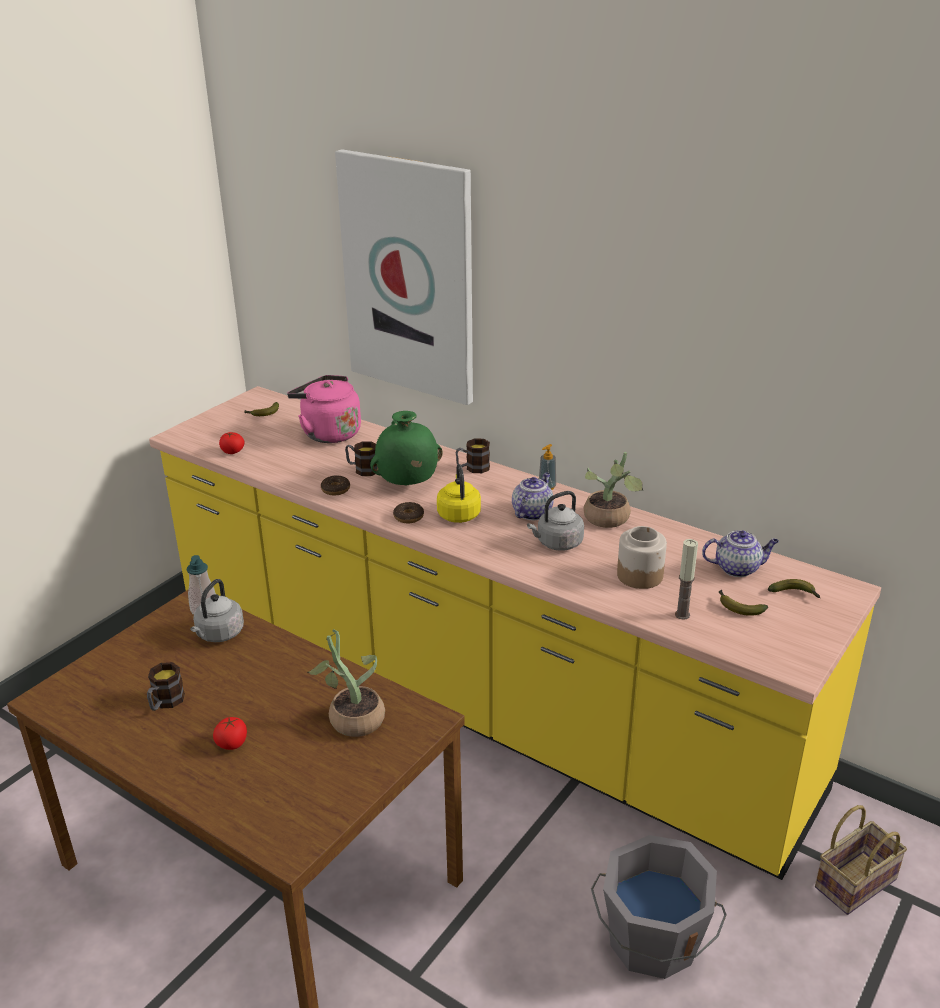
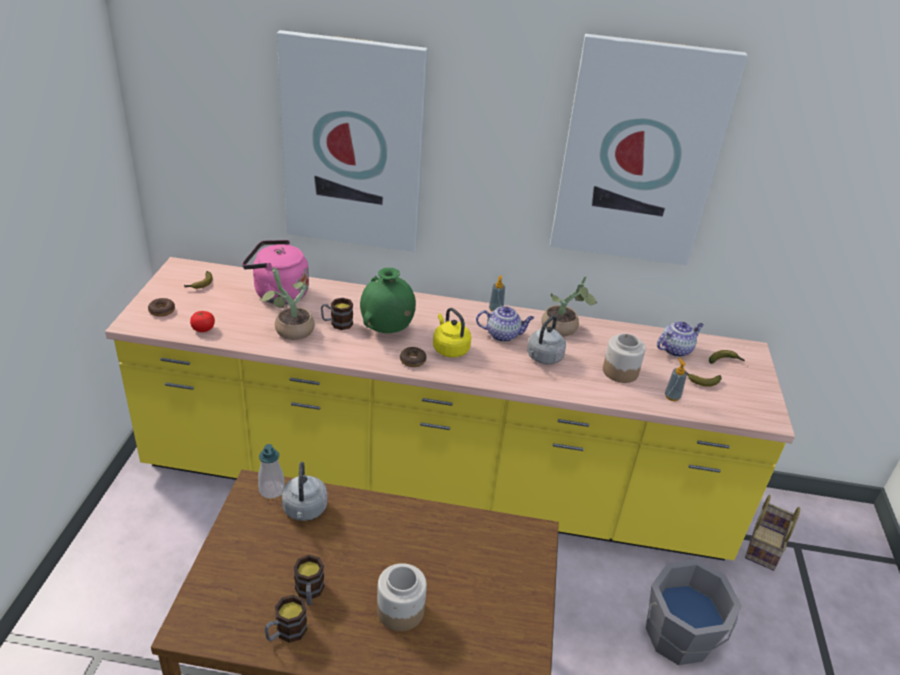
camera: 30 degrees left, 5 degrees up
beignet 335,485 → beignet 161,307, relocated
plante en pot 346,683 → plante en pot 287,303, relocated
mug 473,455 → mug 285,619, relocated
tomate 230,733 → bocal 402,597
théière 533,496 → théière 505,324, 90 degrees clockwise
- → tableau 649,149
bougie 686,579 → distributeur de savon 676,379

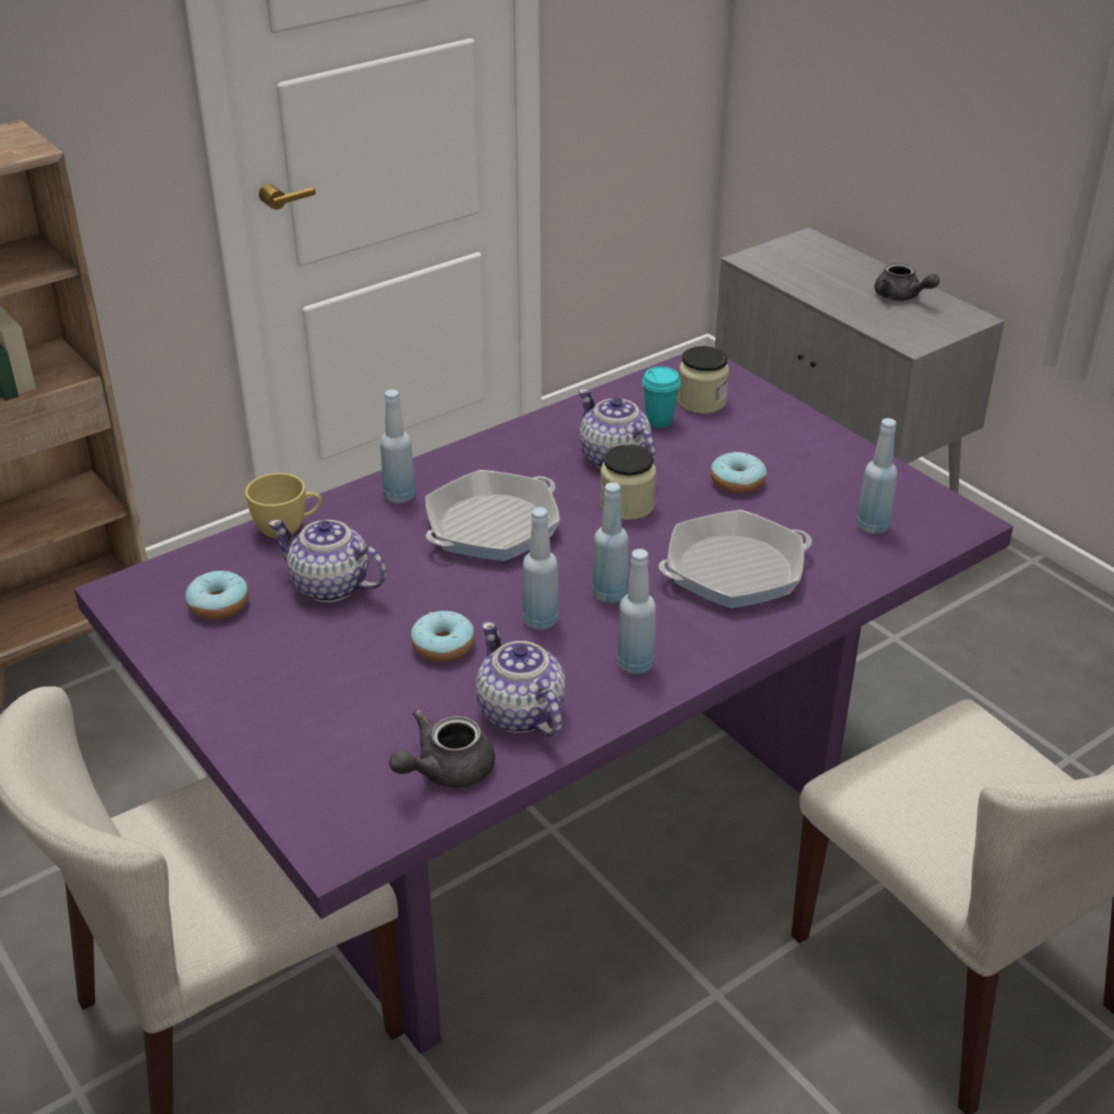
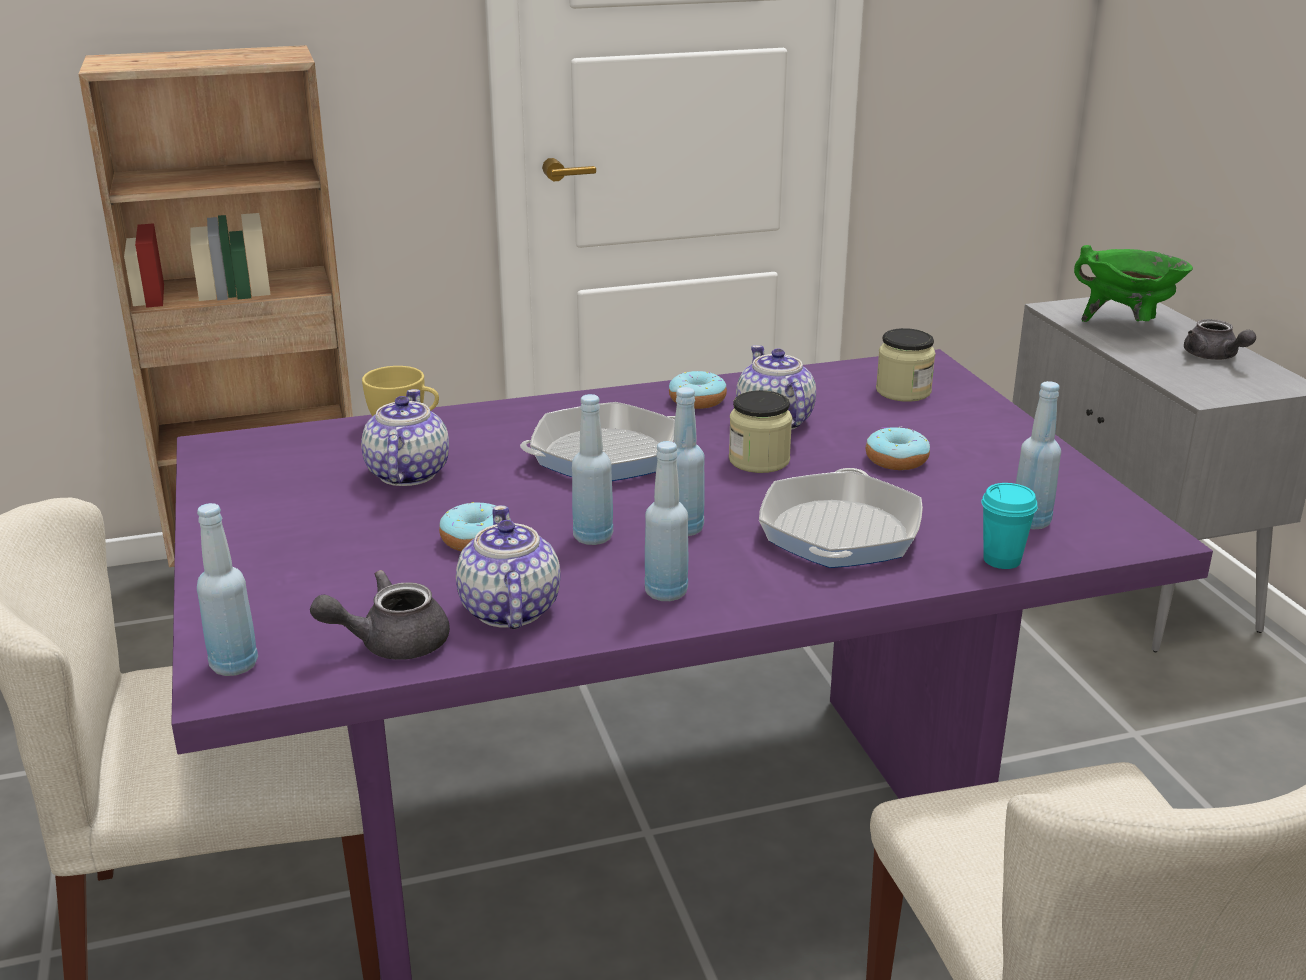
camera: 20 degrees right, 10 degrees down
bouteille (bleu) 398,446 → bouteille (bleu) 227,589, relocated
théière 327,560 → théière 405,437, 45 degrees clockwise
beignet 217,595 → beignet 698,390, relocated
poêle 735,559 → poêle 841,518, 105 degrees clockwise
tasse (turquoise) 661,397 → tasse (turquoise) 1009,526, relocated
- → marmite (vert) 1133,283

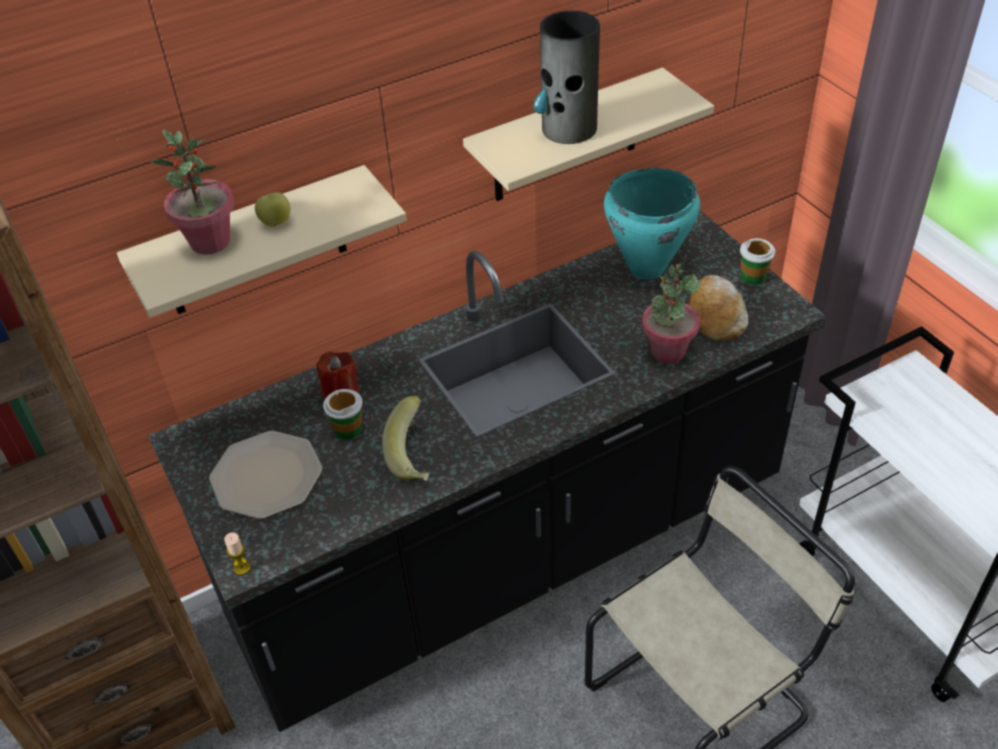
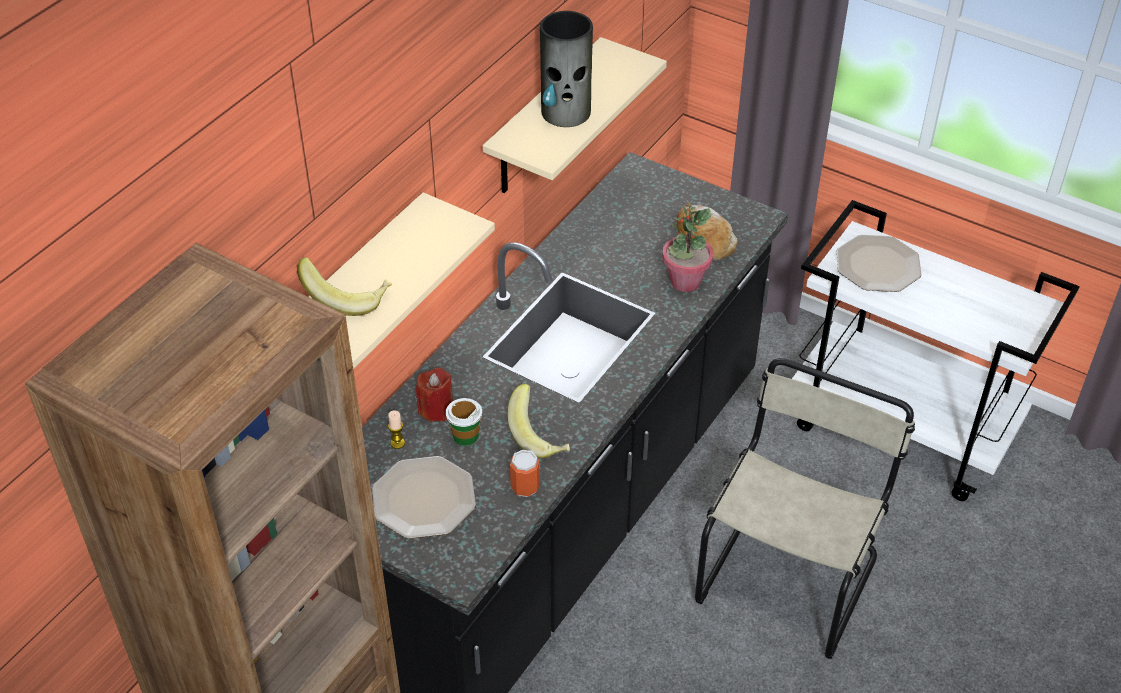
camera: 30 degrees left, 0 degrees up
plante en pot 192,192 → banane 344,286
bougie 237,553 → bougie 396,429, relocated
- → boîte métallique 525,473
- → assiette 879,263
pomme 272,209 → -
marmite (turquoise) 652,224 → -
tasse 758,261 → -

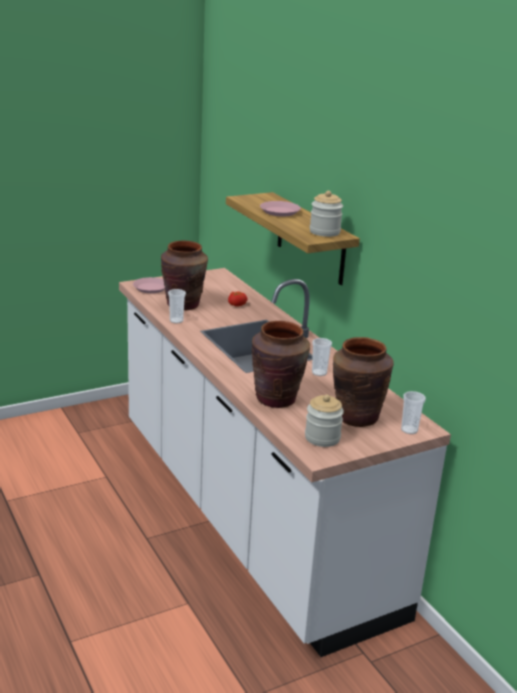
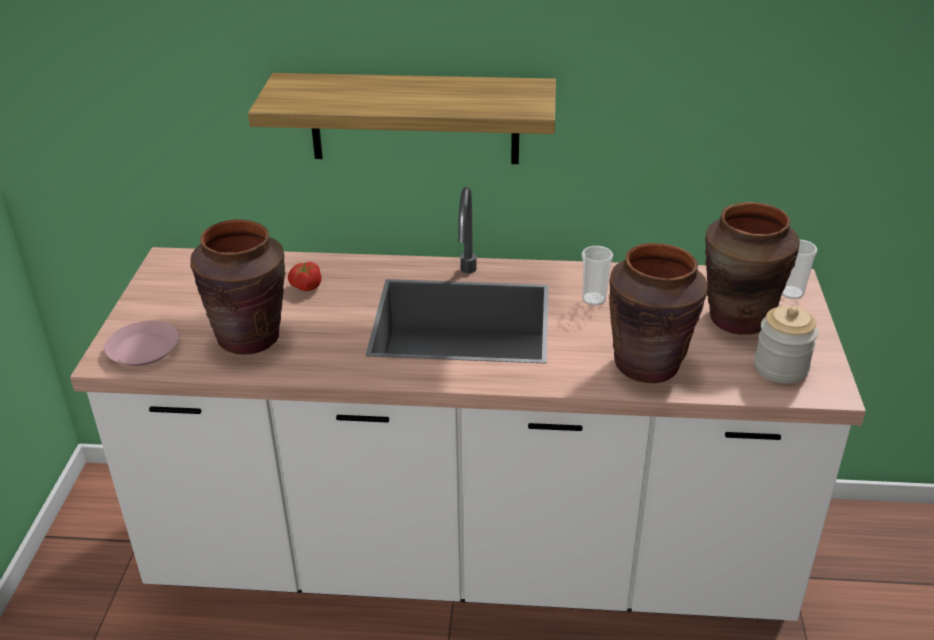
camera: 55 degrees left, 10 degrees up
tasse 177,306 → -
assiette (rose) 280,208 → -
bocal 326,214 → -

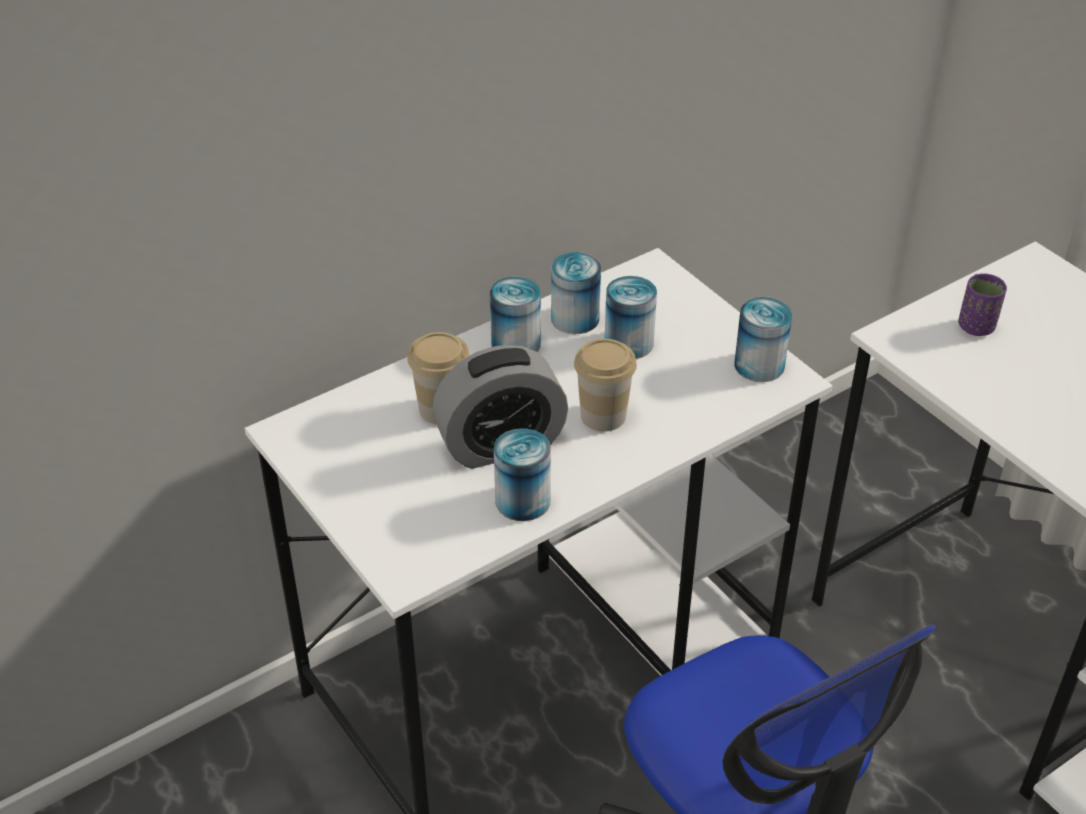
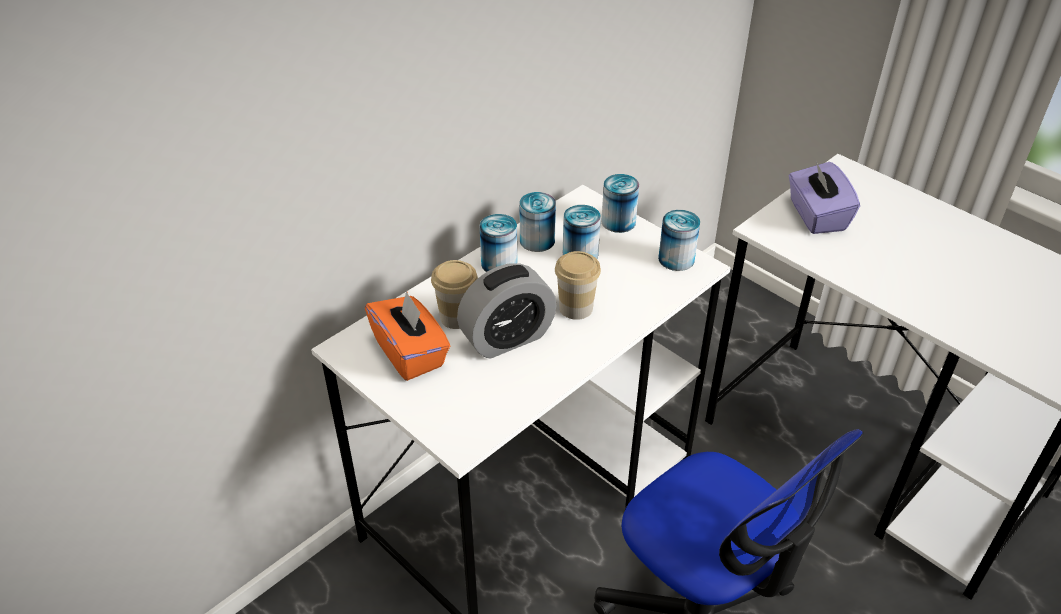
camera: 10 degrees left, 0 degrees up
- → boîte à mouchoirs (orange) 407,335
boîte métallique 522,474 → boîte métallique 620,203, relocated
tasse (violet) 982,305 → boîte à mouchoirs (violet) 824,197

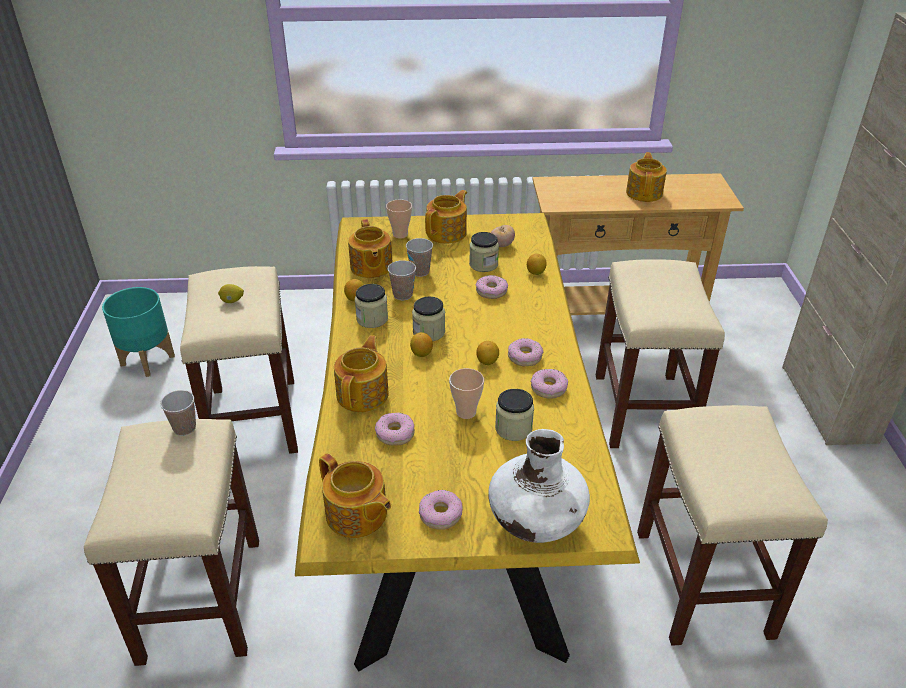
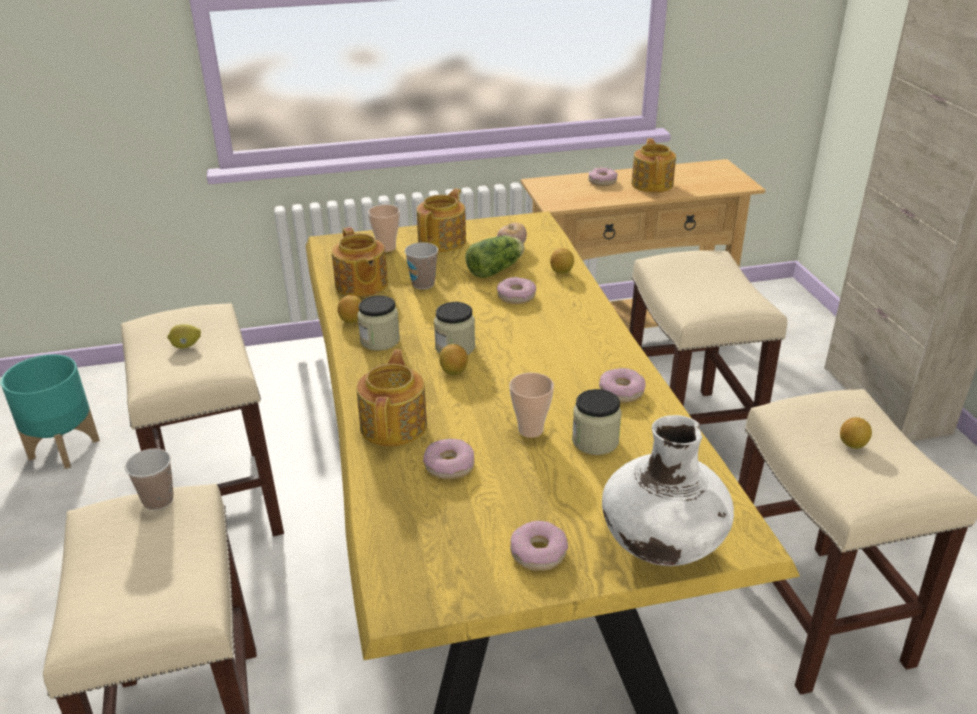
camera: 10 degrees left, 5 degrees down
bocal 484,252 → laitue 494,257
beignet 525,352 → beignet 603,176, relocated
citron 487,353 → citron 856,433, relocated
théière 355,495 → -
tasse 402,280 → -

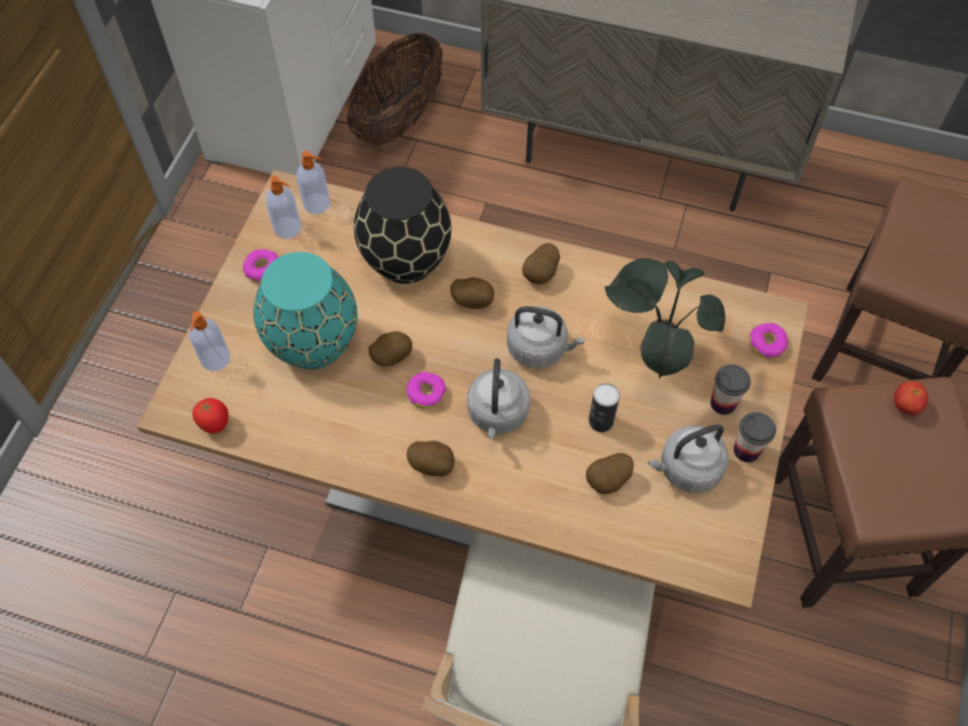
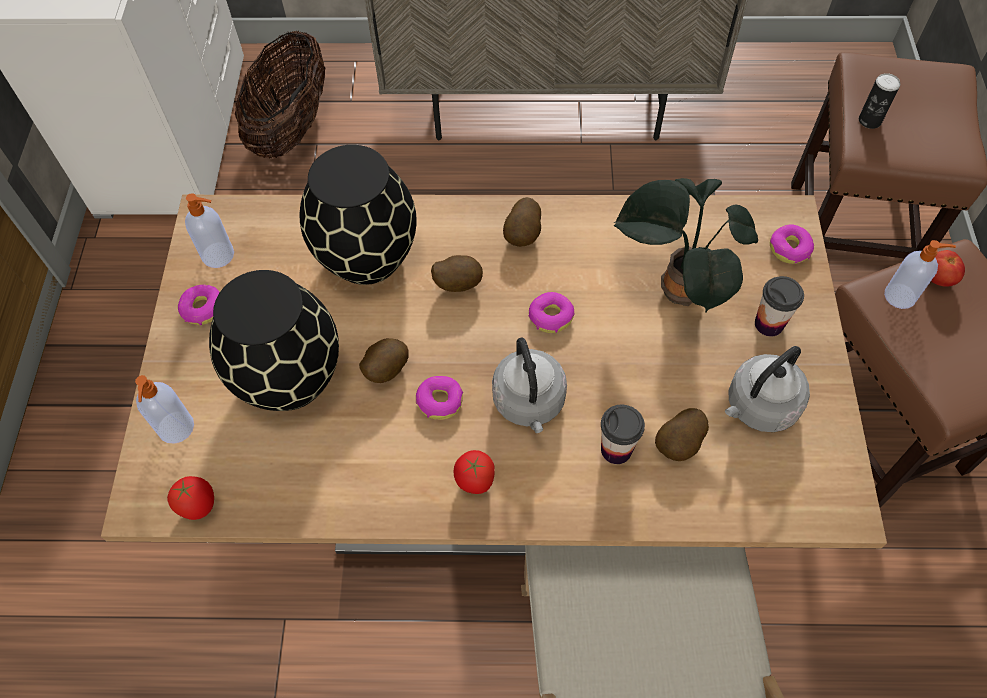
camera: 15 degrees left, 0 degrees up
vase (turquoise) 305,310 → vase (noir) 274,340
pomme de terre 431,458 → tomate 474,472
bouilloire (gris) 546,337 → beignet 551,312
tasse 755,437 → tasse 623,434, relocated
boîte métallique 604,407 → boîte métallique 879,101, relocated
distributeur de savon 313,182 → distributeur de savon 920,274, relocated

